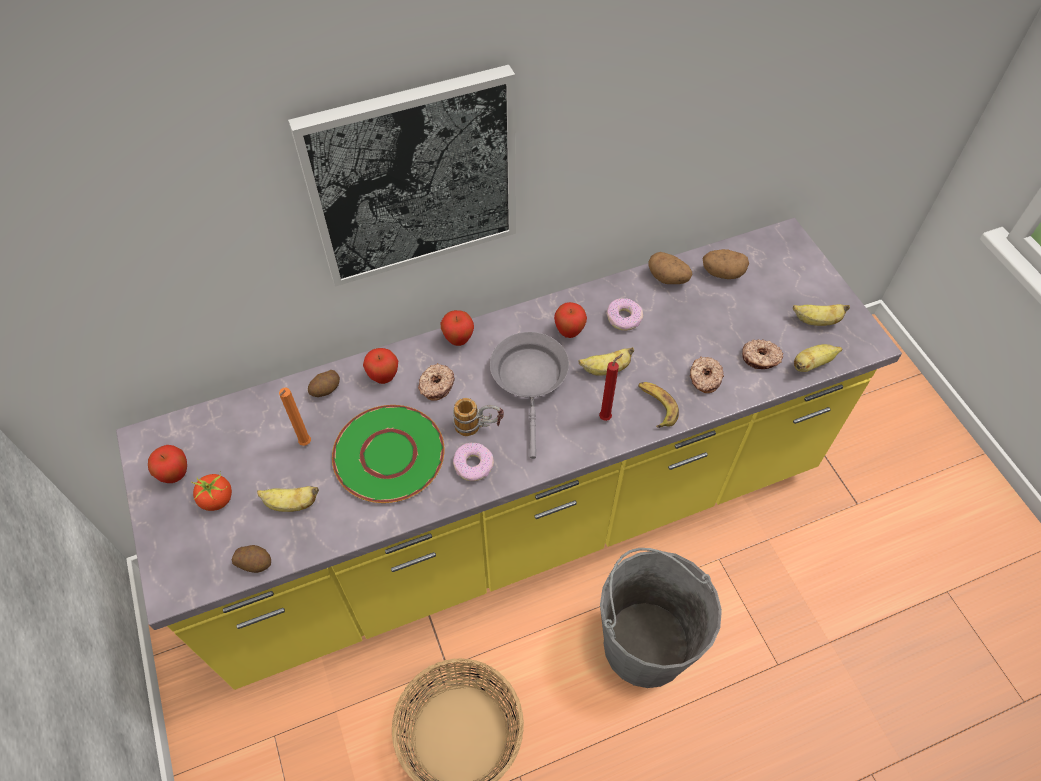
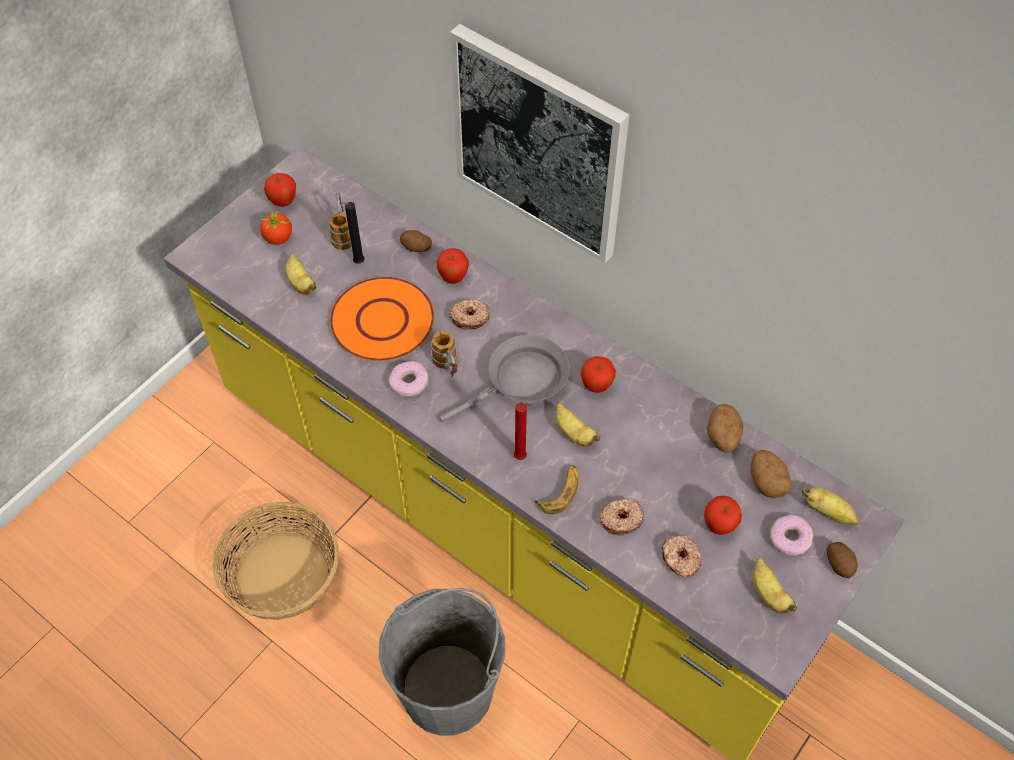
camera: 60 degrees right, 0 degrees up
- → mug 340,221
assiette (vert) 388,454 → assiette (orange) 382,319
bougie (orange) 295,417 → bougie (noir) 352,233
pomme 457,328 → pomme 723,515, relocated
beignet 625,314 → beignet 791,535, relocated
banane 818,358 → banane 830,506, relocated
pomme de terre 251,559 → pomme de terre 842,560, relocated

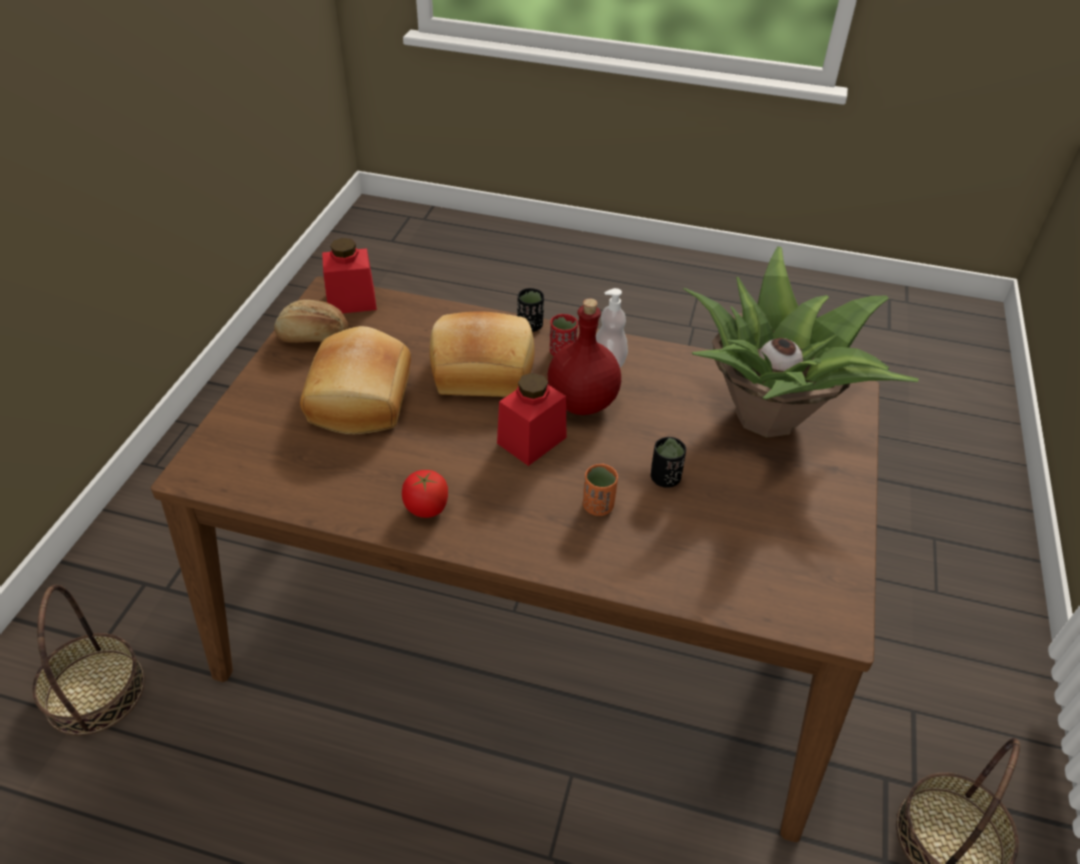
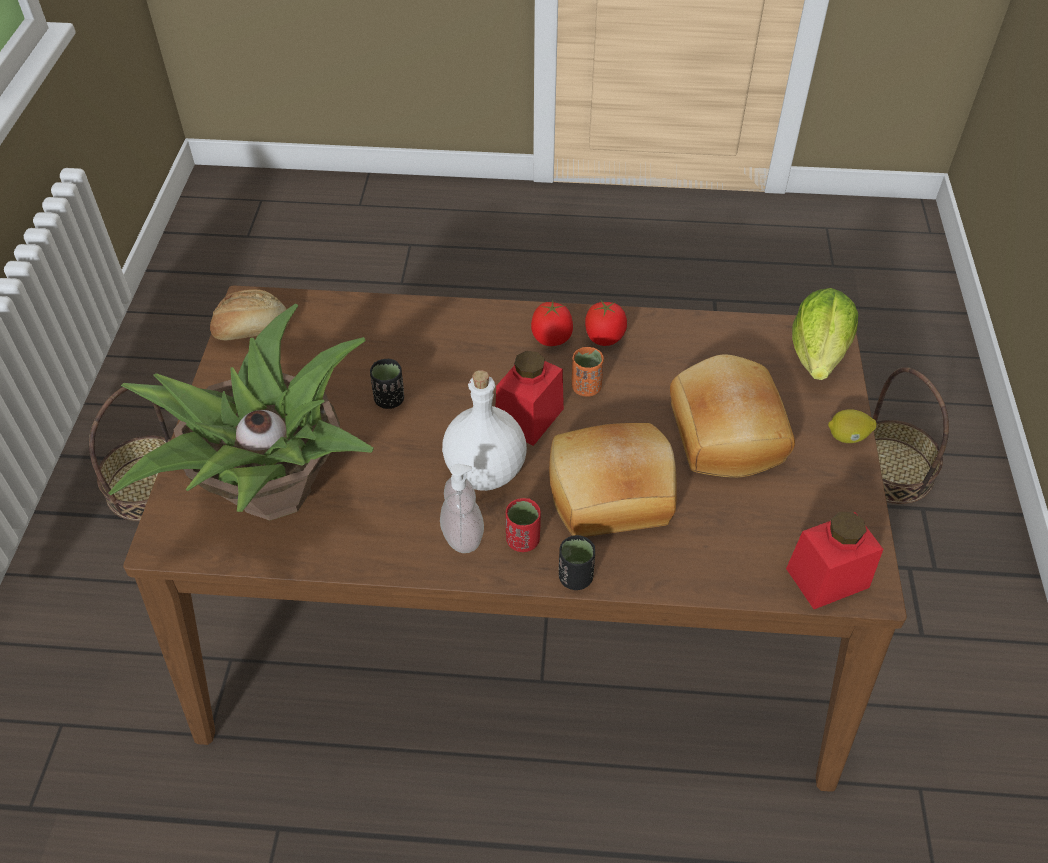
camera: 170 degrees right, 5 degrees up
pain 311,321 → pain 250,314, relocated
bouteille (rouge) 584,356 → bouteille (blanc) 484,430
- → tomate 552,323
tasse (orange) 600,490 → tasse (orange) 588,371, relocated
- → laitue 825,334
- → citron 852,426

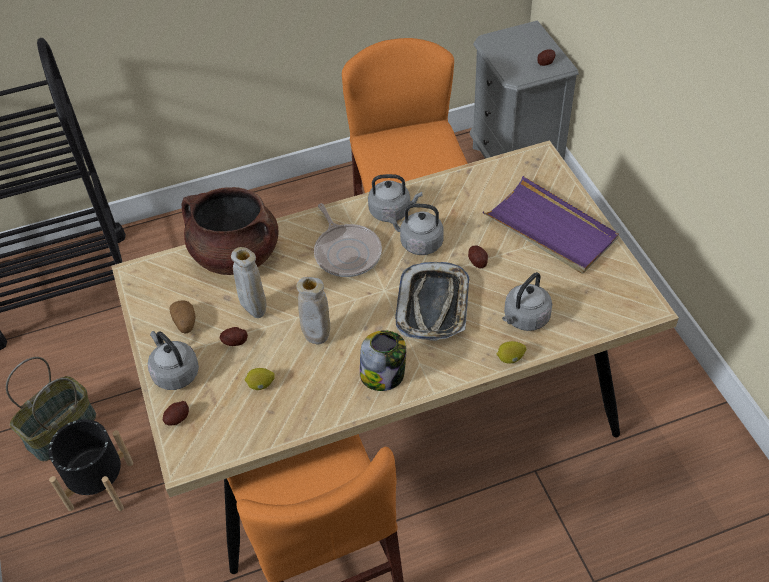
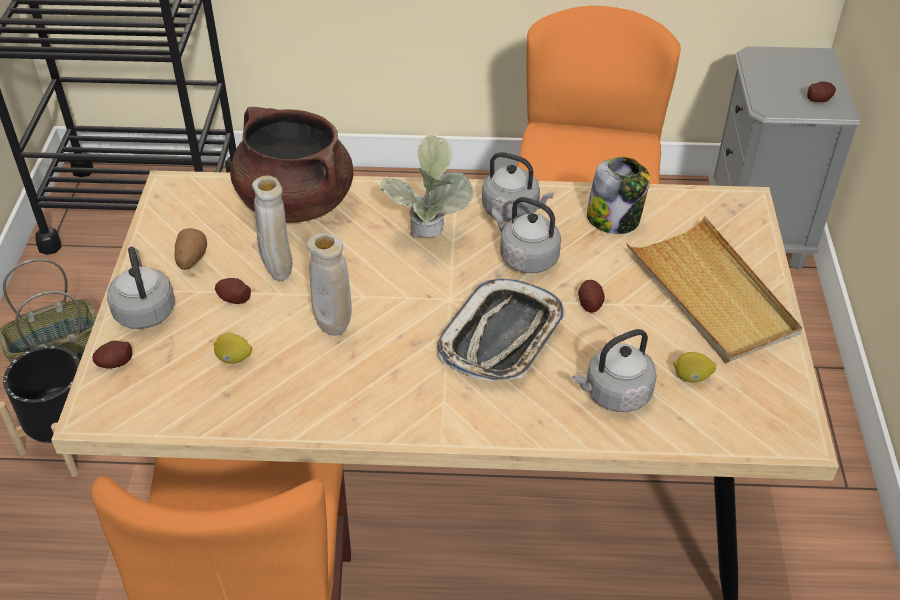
camera: 20 degrees right, 5 degrees down
poêle 348,240 → plante en pot 426,187
bocal 383,360 → bocal 618,195, relocated
plateau (violet) 551,225 → plateau (beige) 714,289
citron 511,352 → citron 694,367, relocated

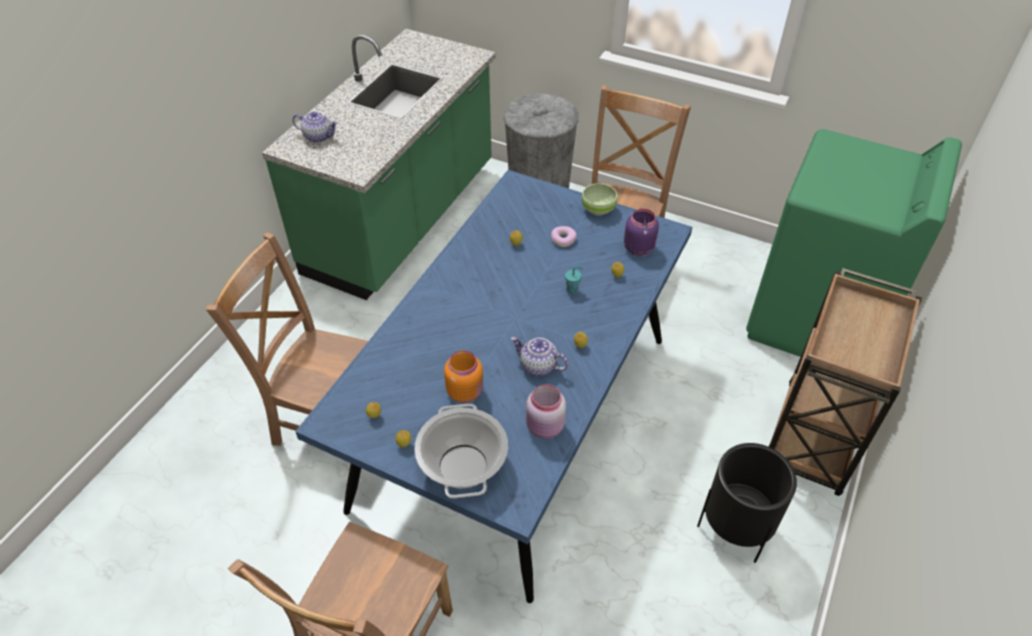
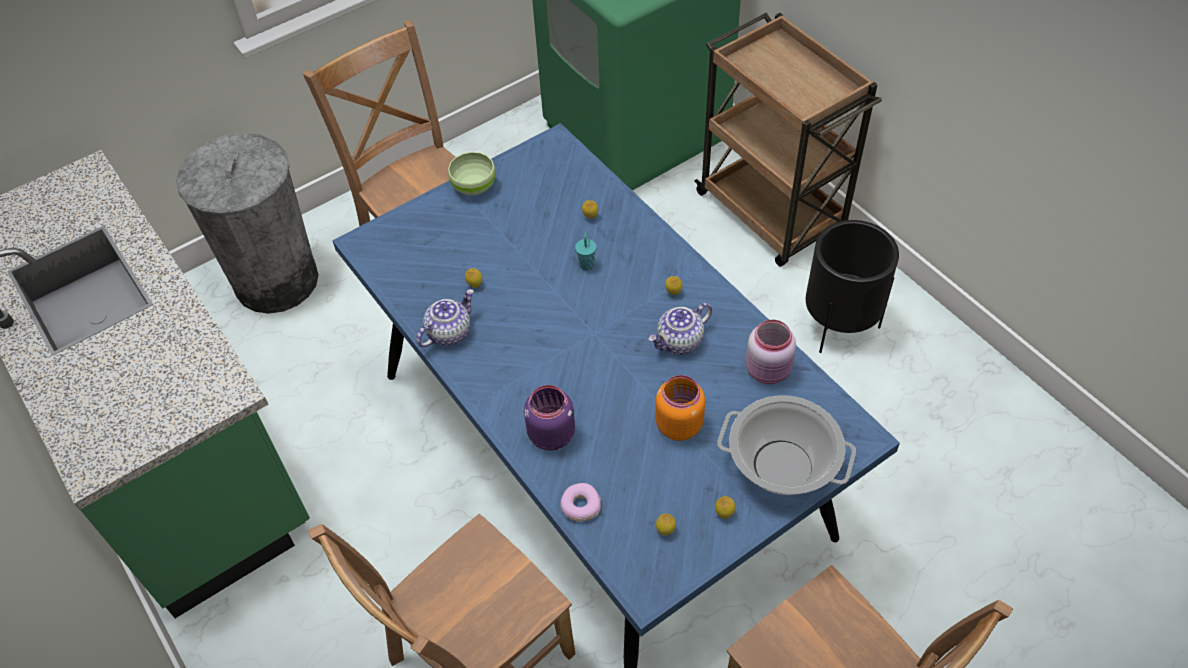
camera: 60 degrees left, 5 degrees up
théière 315,127 → théière 445,318, relocated
bocal (violet) 641,232 → bocal (violet) 549,418, relocated
beignet 564,236 → beignet 581,502, relocated

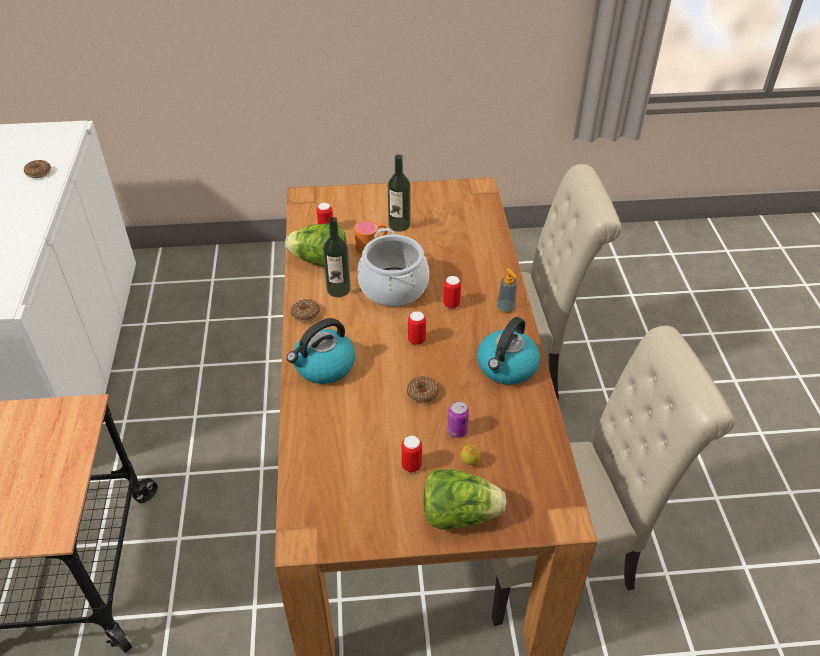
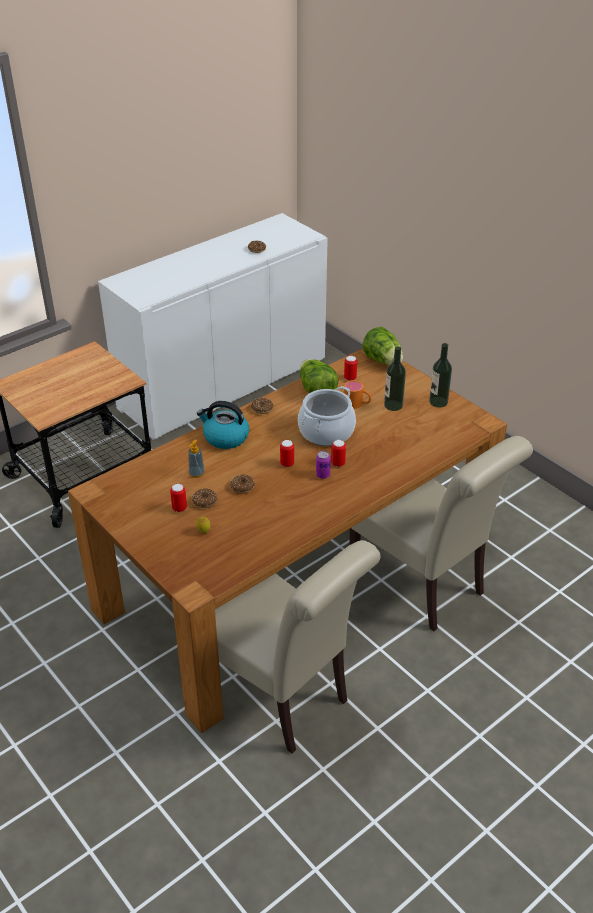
camera: 55 degrees right, 5 degrees down
distributeur de savon 507,291 → distributeur de savon 196,459, relocated
- → beignet 204,498
boîte métallique 458,419 → boîte métallique 323,465, relocated
laitue 464,499 → laitue 383,346, relocated
bouteille 337,257 → bouteille 440,375, relocated
bouilloire 508,351 → -

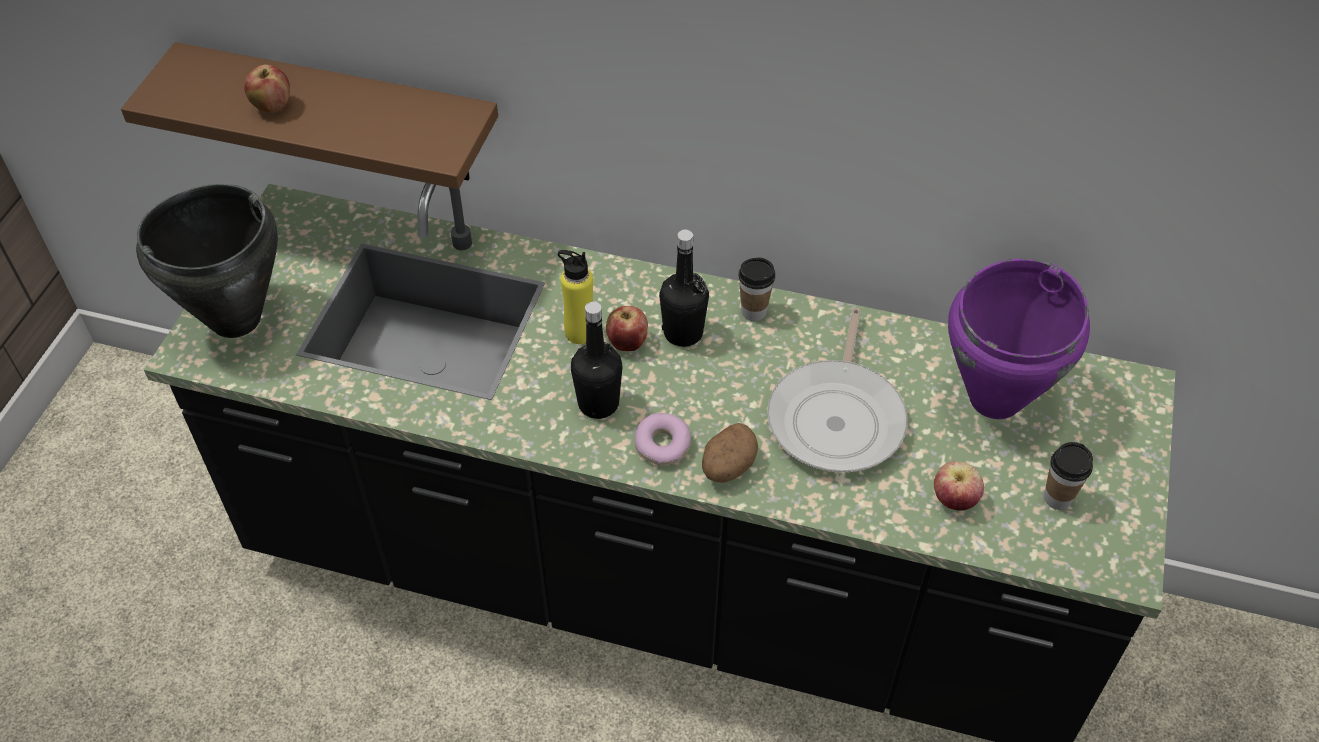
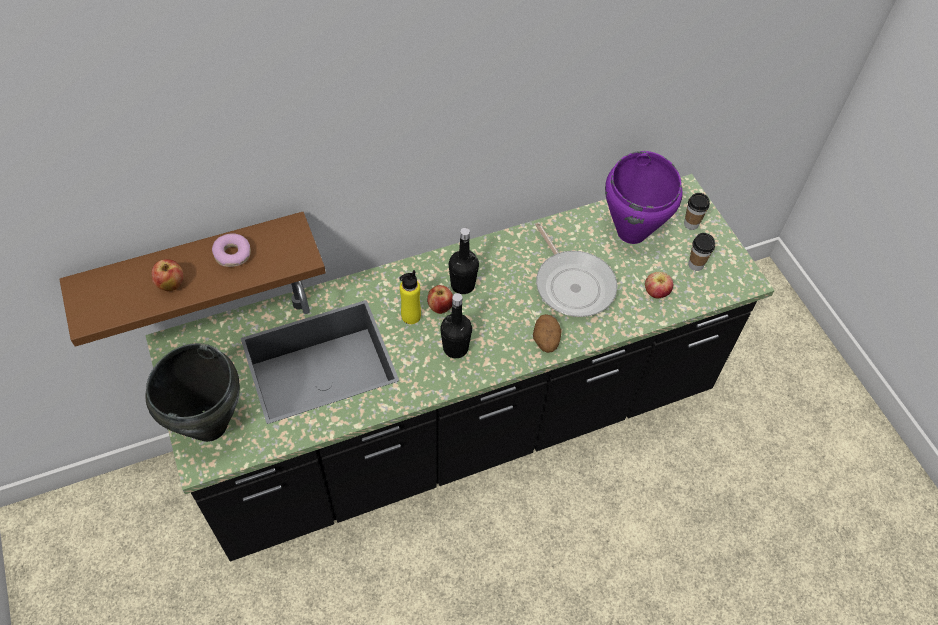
camera: 40 degrees left, 5 degrees up
beignet 663,439 → beignet 231,250, relocated
tasse 756,289 → tasse 697,211, relocated

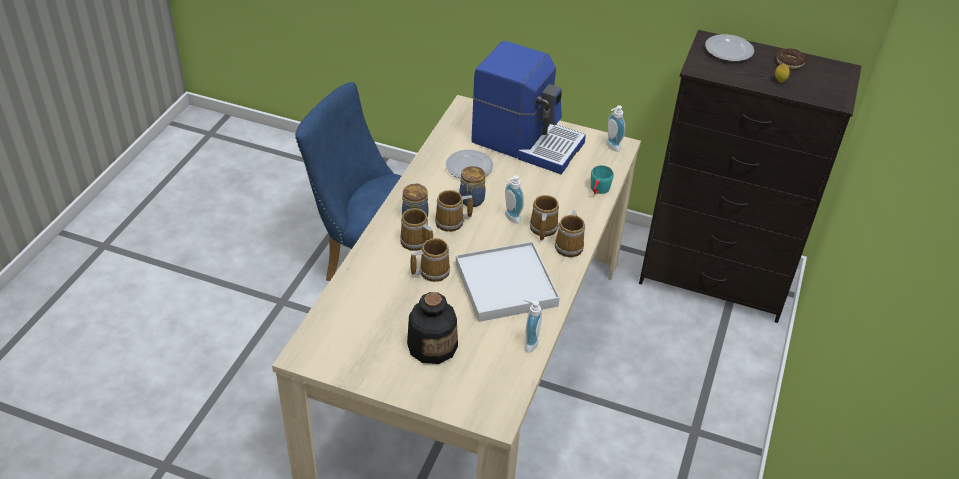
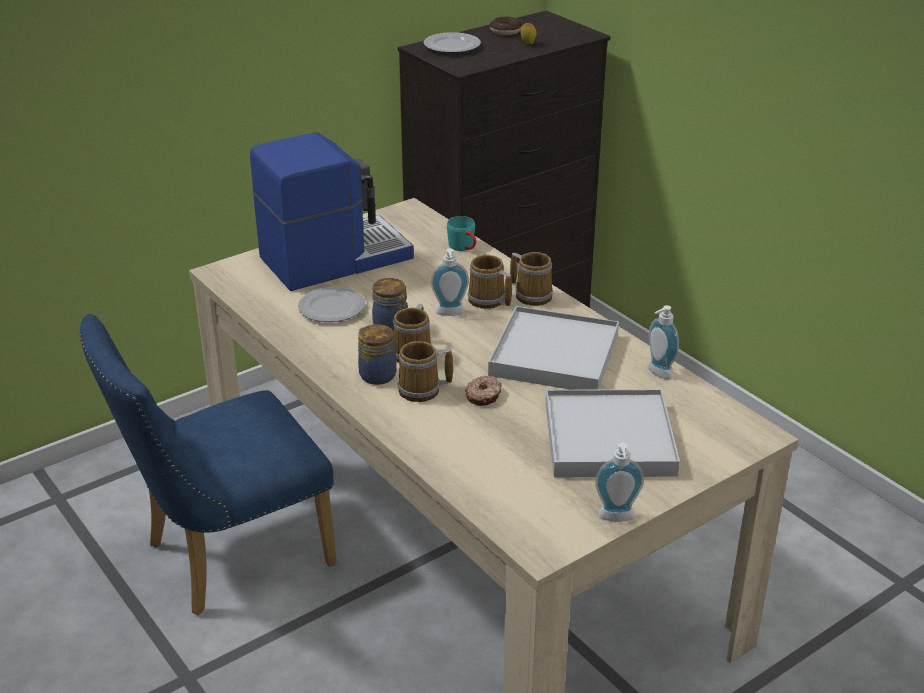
camera: 55 degrees left, 10 degrees down
mug 430,260 → beignet 483,391
bouteille 432,328 → plateau (blanc) 613,433
distributeur de savon 615,128 → distributeur de savon 619,482, relocated

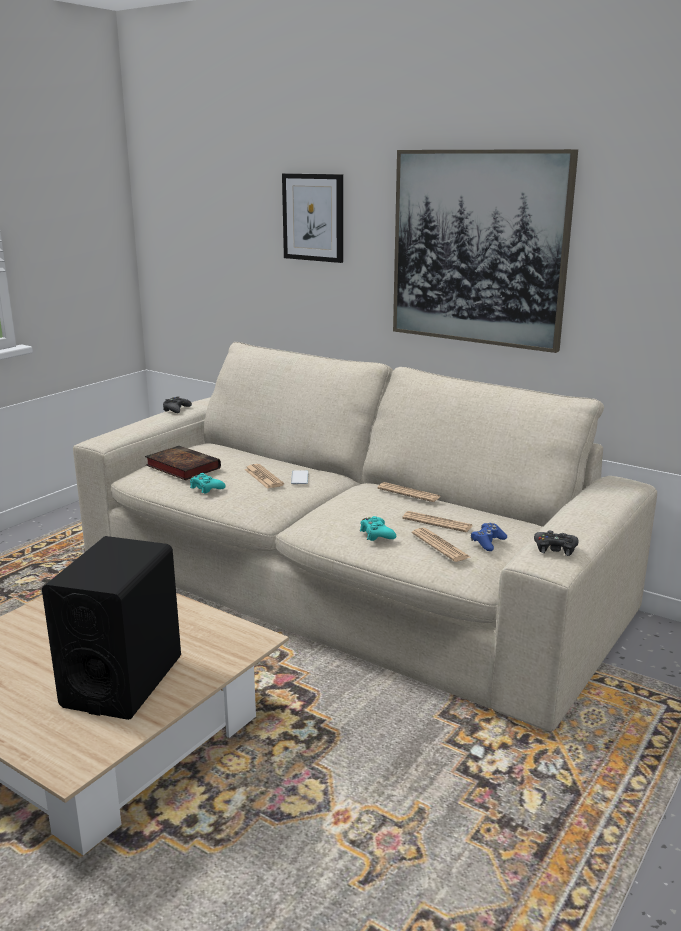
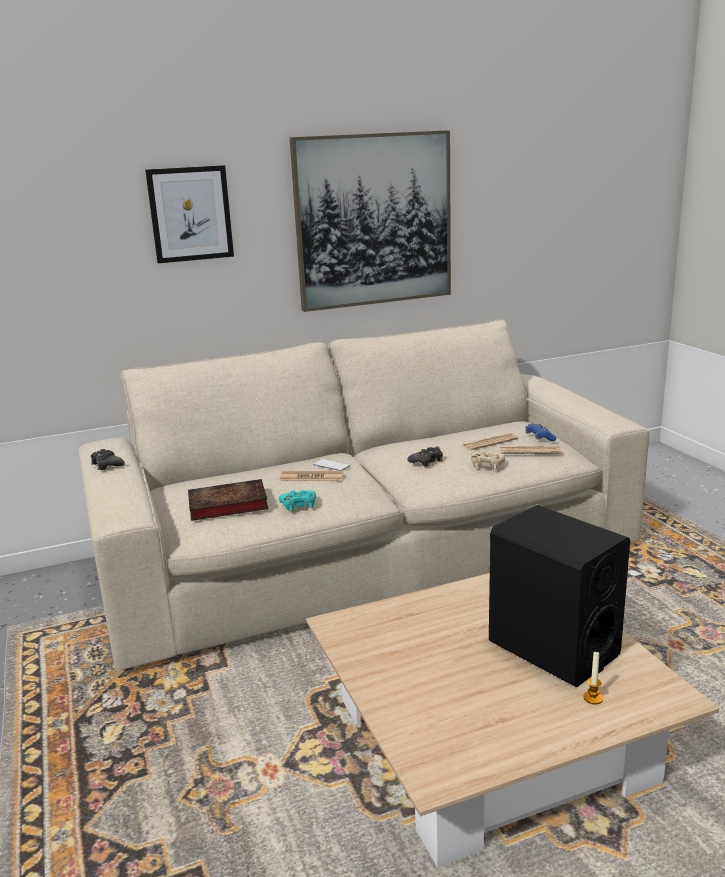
camera: 55 degrees left, 0 degrees up
manette (noir) 556,543 → manette (noir) 425,457, relocated
manette (turquoise) 378,528 → manette (beige) 488,459
- → bougie 593,677
journal 409,492 → -

